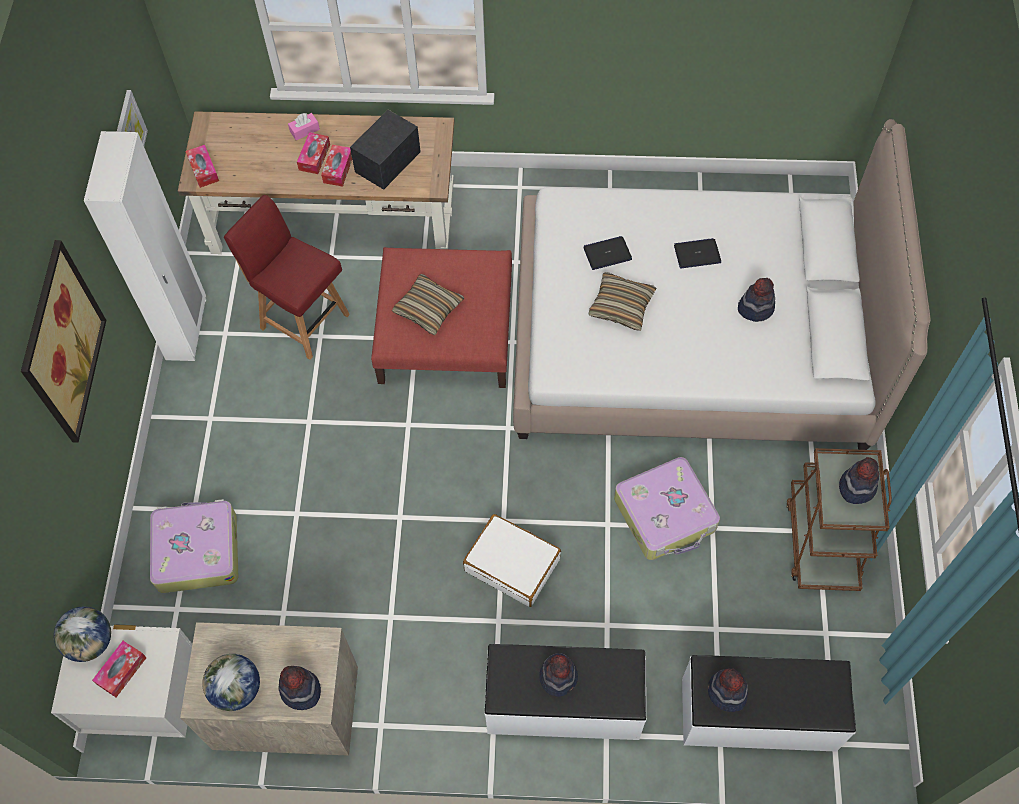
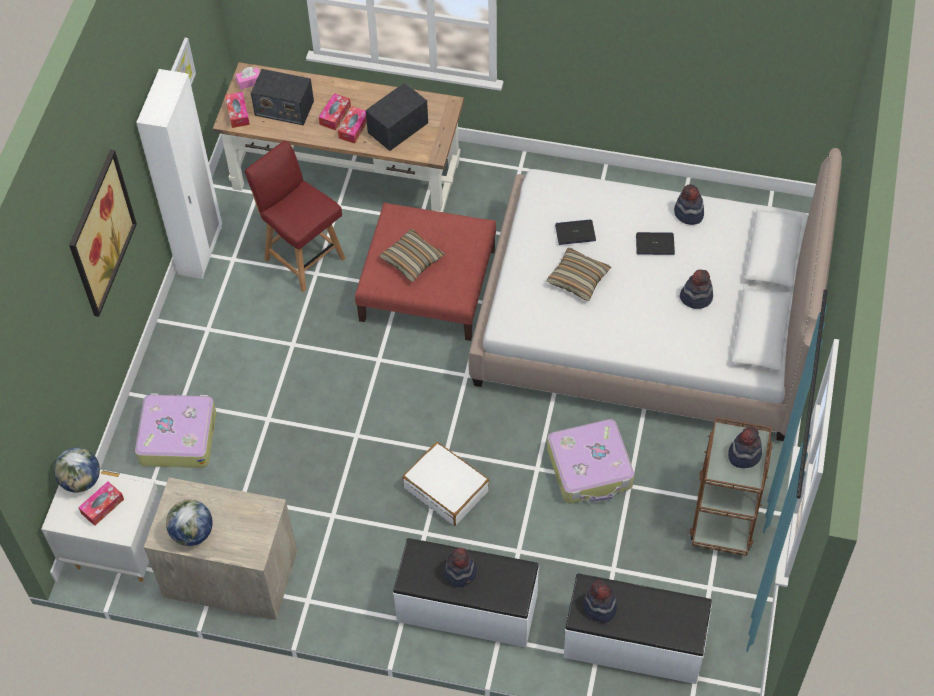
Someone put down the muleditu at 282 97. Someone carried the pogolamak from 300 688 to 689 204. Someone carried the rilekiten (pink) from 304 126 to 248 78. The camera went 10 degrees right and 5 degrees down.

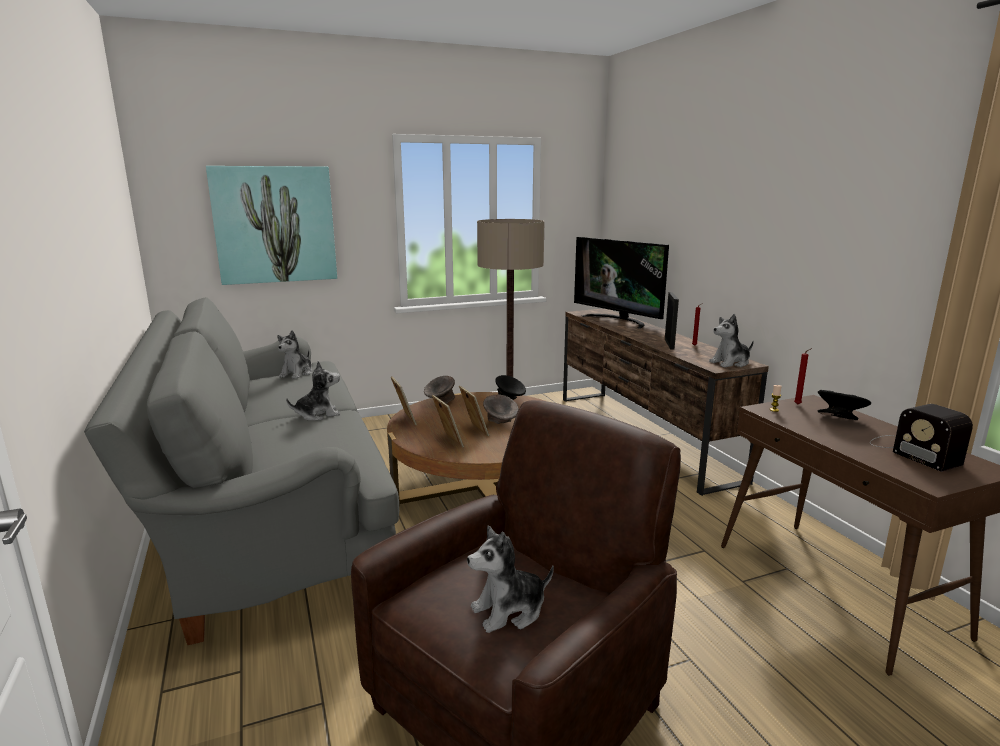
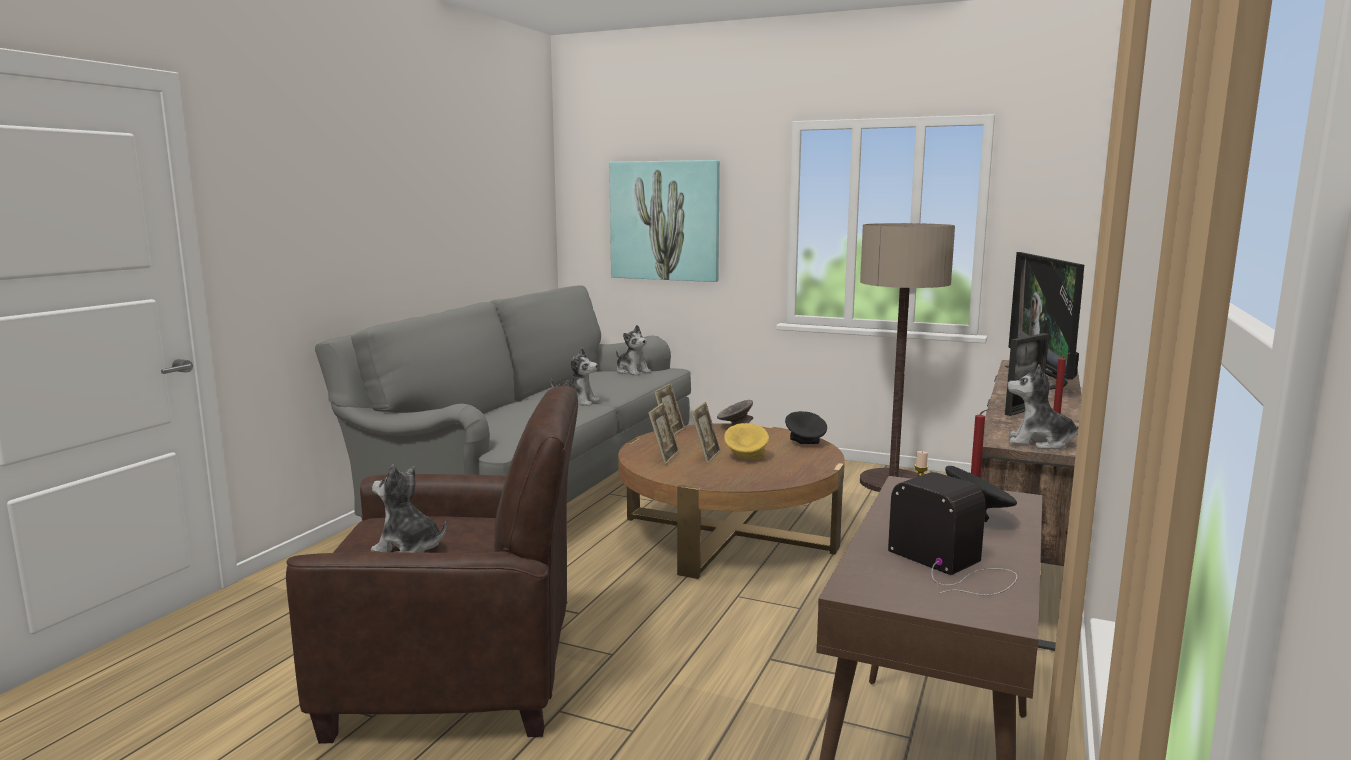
Someone repainted the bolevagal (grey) at 501 409, which became the bolevagal (yellow) at 746 441. Someone rotated the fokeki at 294 354 by 105 degrees counterclockwise. Someone rotated the muleditu at 921 438 by 120 degrees clockwise. The camera went 45 degrees right and 5 degrees down.

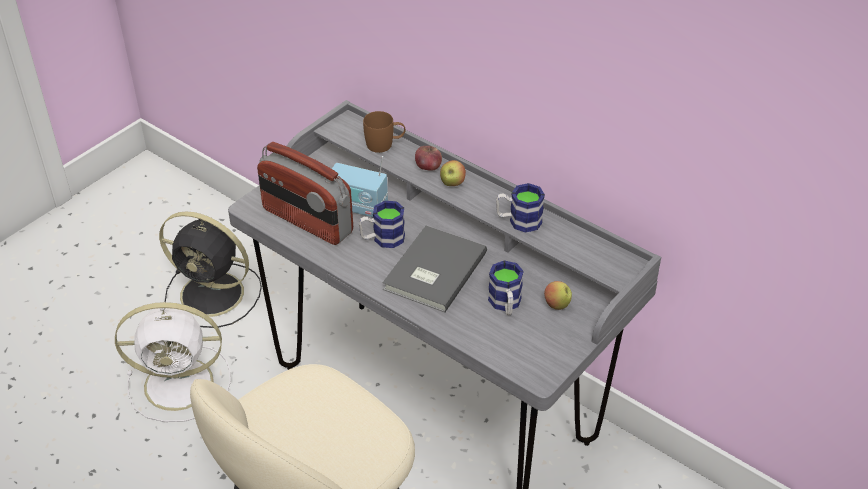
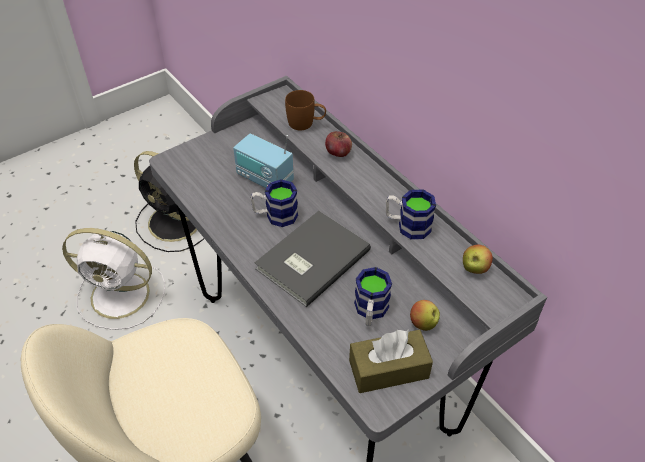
Someone took away the muleditu at 305 193. Someone put down the rilekiten (brown) at 391 361. Someone carried the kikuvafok from 453 173 to 478 259. The camera went 15 degrees right and 5 degrees up.

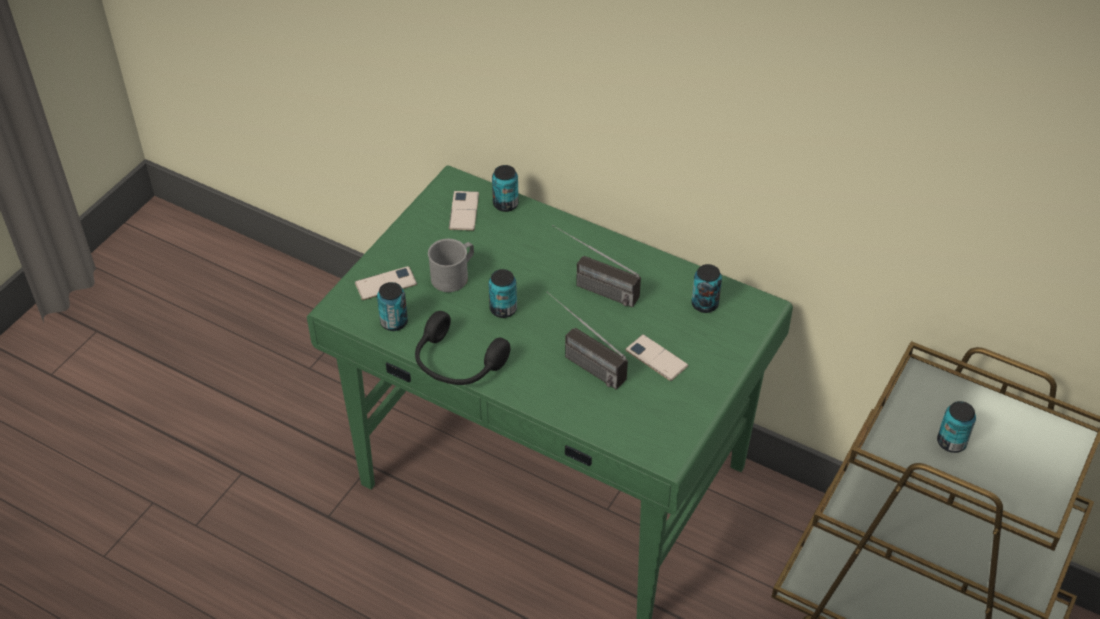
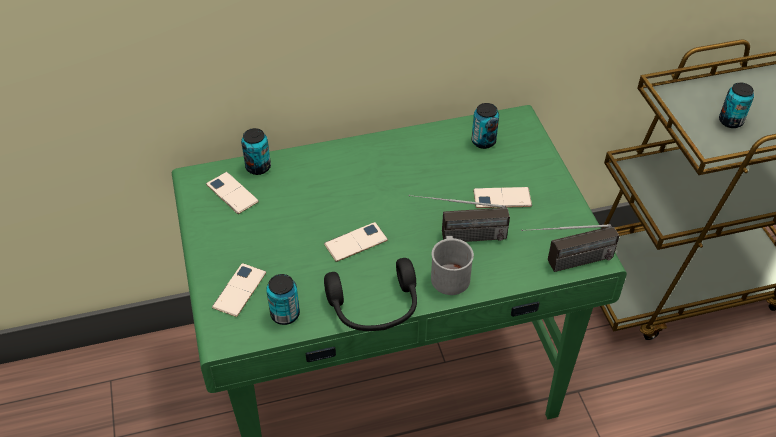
Someone carried the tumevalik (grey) from 451 265 to 452 265. Someone carried the muleditu from 597 266 to 570 248. Someone swapped the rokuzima at 503 293 for the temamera at 356 242. The camera went 45 degrees left and 0 degrees up.

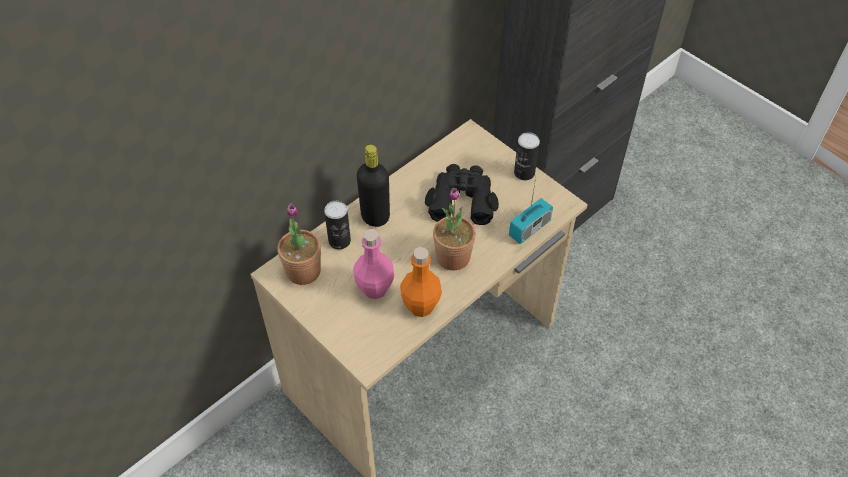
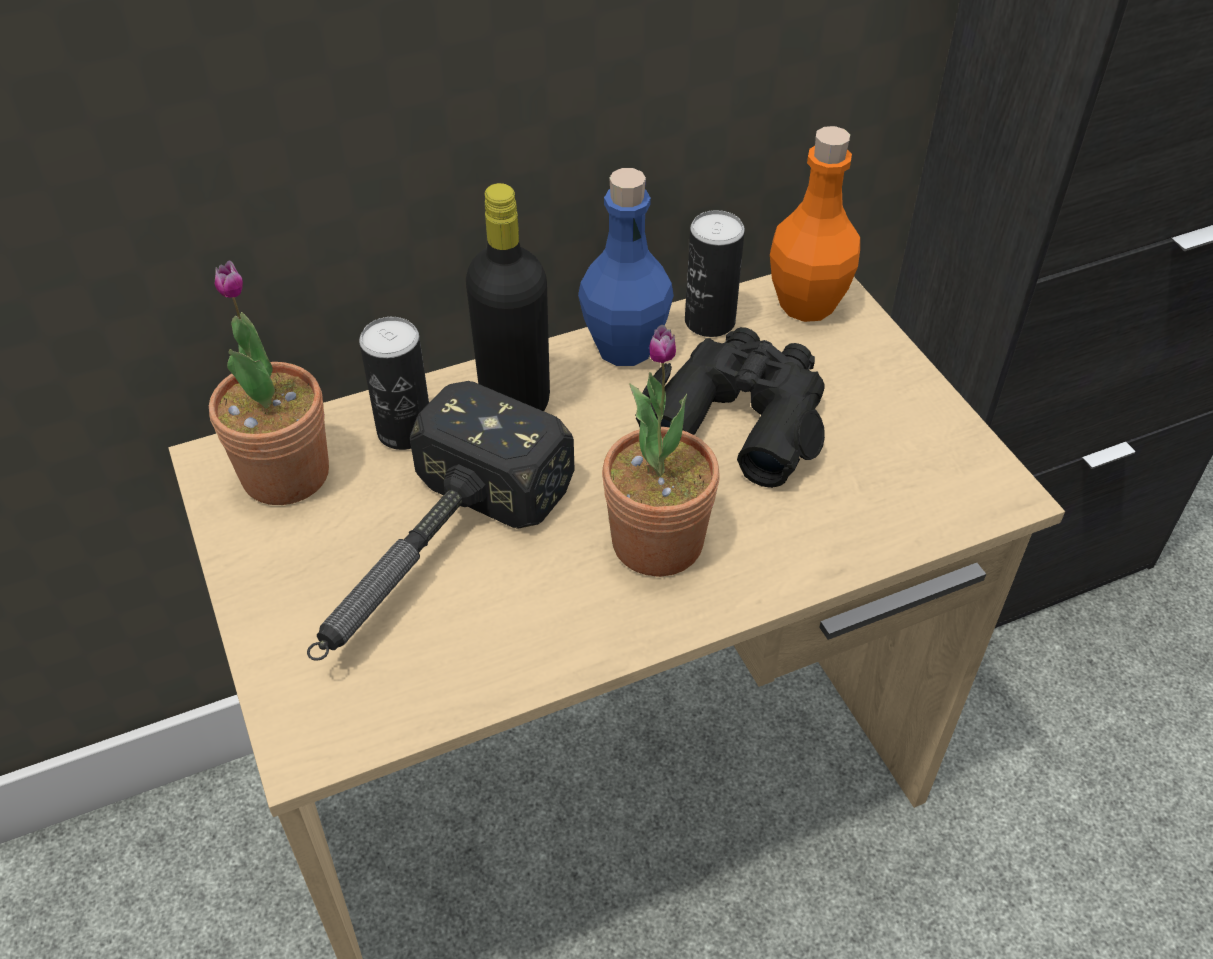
Someone took away the muleditu at 531 211. Someone put down the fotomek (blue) at 626 267. Someone carried the fotomek (orange) from 421 282 to 815 224. Someone carried the rokuzima from 527 156 to 715 273. Someone swapped the fotomek (pink) at 373 264 for the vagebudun at 441 521. The camera went 20 degrees right and 5 degrees down.

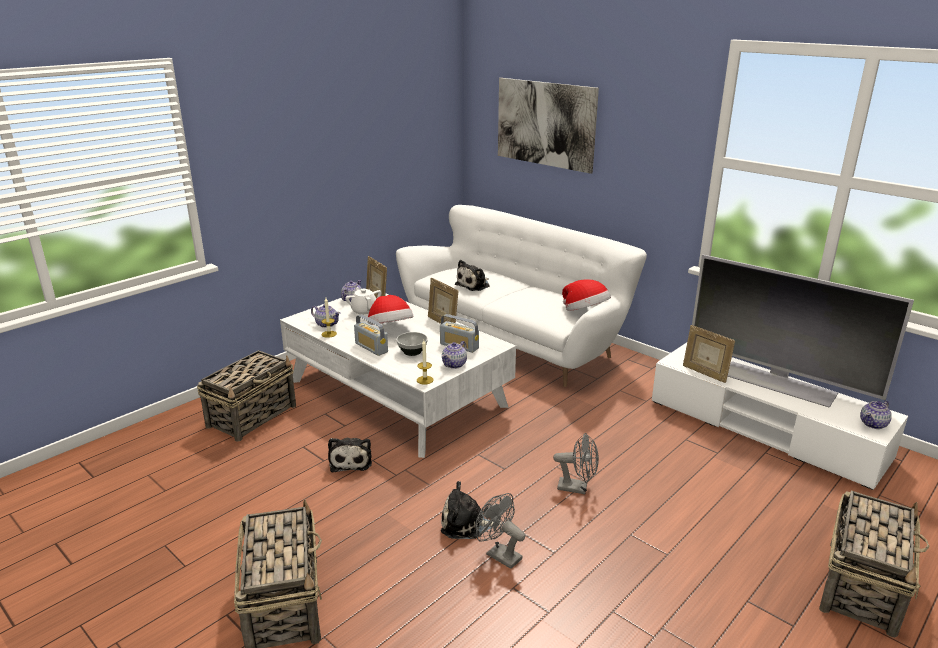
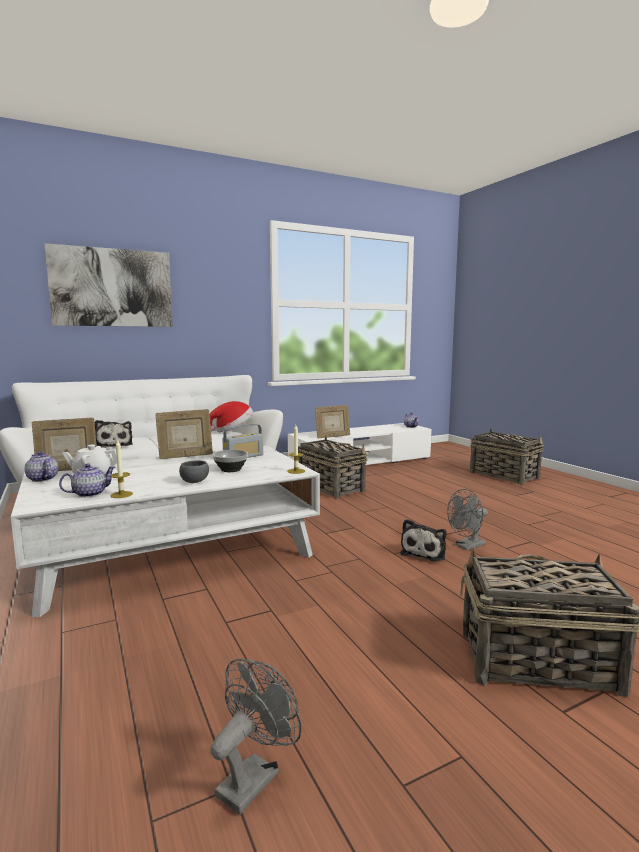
Someone took away the fokeki at 350 455. Someone took away the pogolamak at 390 310. Someone took away the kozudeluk at 454 355. Someone took away the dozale at 803 331. Someone carried the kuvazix from 246 396 to 333 467. Someone carried the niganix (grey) from 576 463 to 255 737. Someone swapped the muleditu at 371 335 for the bolevagal (grey) at 194 471. The camera went 70 degrees left and 15 degrees down.

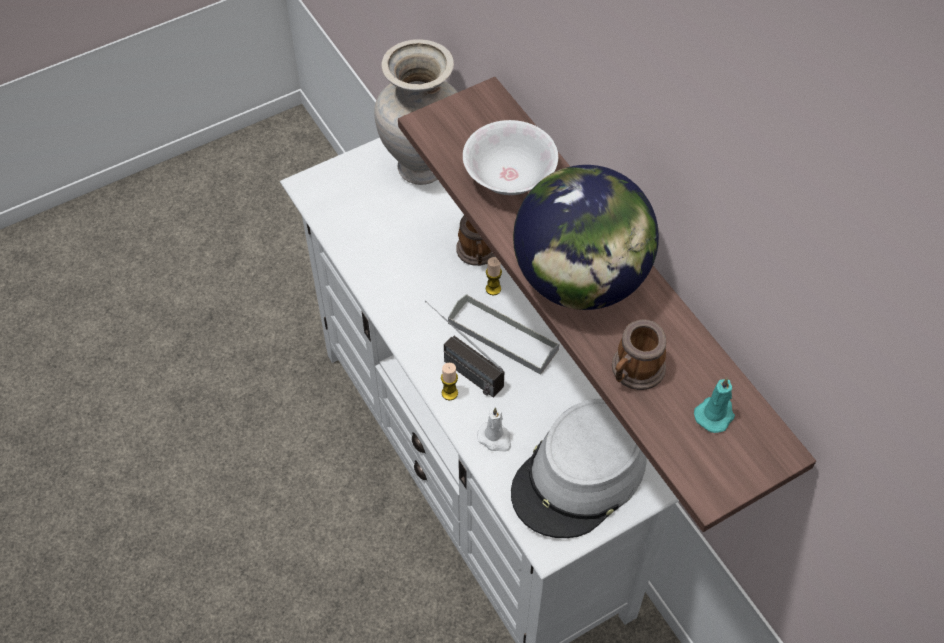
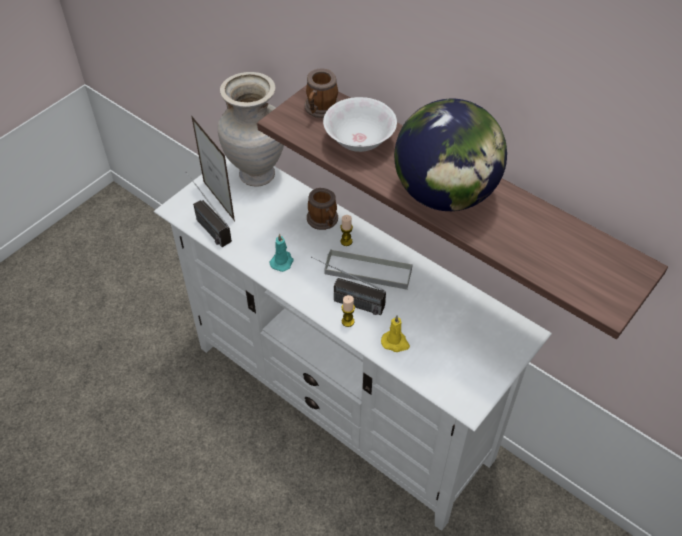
Someone took away the pogolamak (grey) at 579 468. Someone put down the muleditu at 209 210. Someone put down the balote at 213 168. Someone carried the tumevalik from 639 355 to 321 93. Someone carried the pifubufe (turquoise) from 714 405 to 282 253. Someone repainted the pifubufe (white) at 494 429, which became the pifubufe (yellow) at 395 333. The camera went 20 degrees left and 5 degrees down.

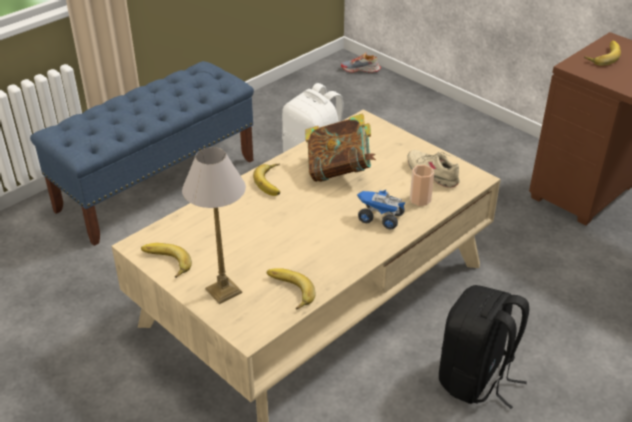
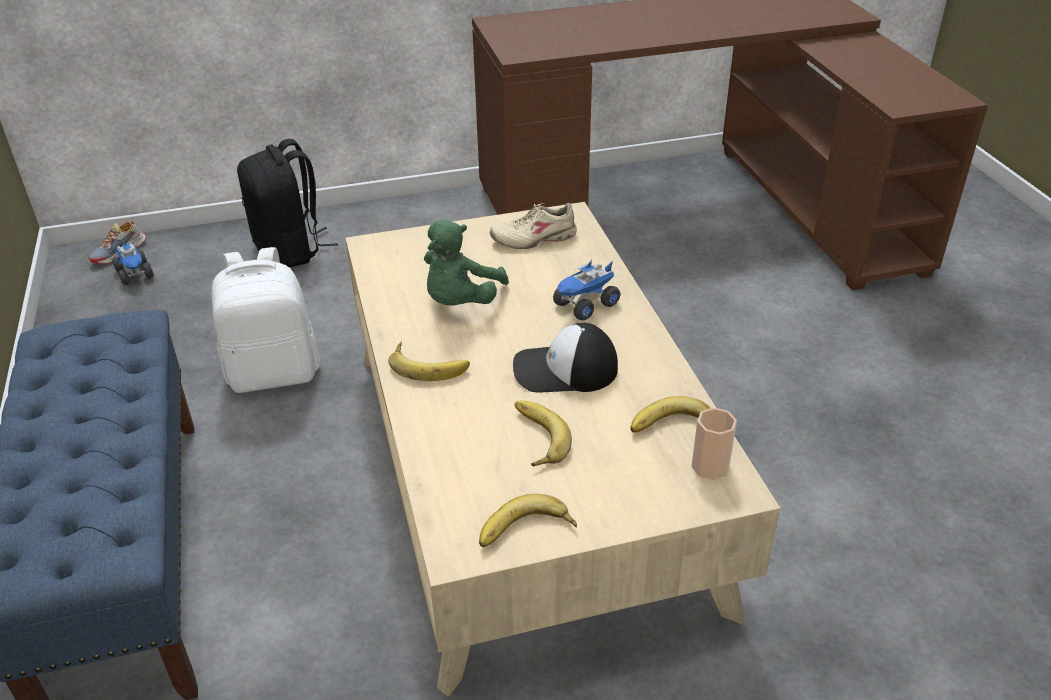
Someone took away the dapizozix at 214 225. Someone put down the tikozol at 133 262. Someone put down the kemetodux at 565 358. Someone carried the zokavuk from 422 185 to 714 444. Someone carried the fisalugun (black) from 484 347 to 287 203. Someone carried the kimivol from 602 53 to 543 433. Someone swapped the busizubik at 340 148 for the fokeki (green) at 466 262. The camera went 60 degrees left and 0 degrees up.

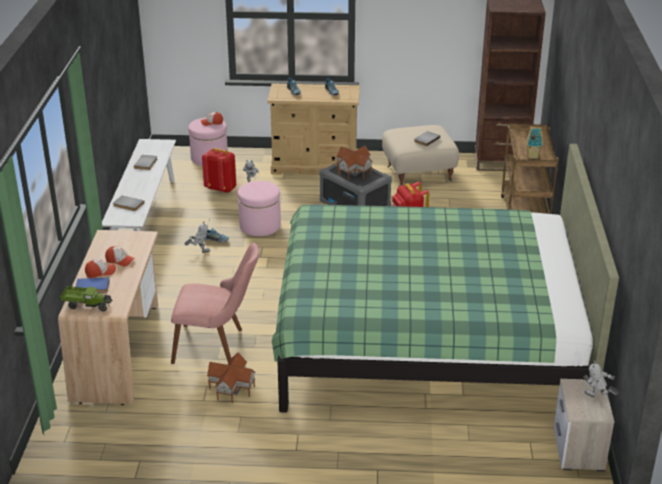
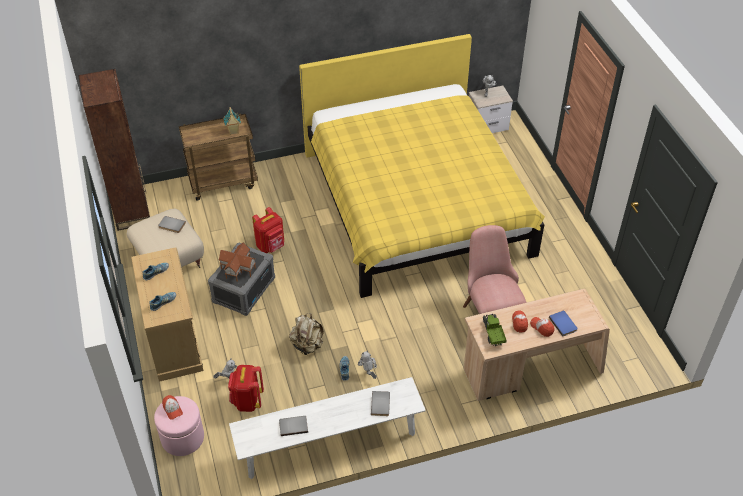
Someone took away the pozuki at 231 377. Someone carried the tikozol from 86 298 to 495 330. Someone swapped the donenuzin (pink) at 259 208 for the fisalugun (beige) at 306 334. Someone repainted the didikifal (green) at 445 278, which became the didikifal (yellow) at 422 166. The camera went 110 degrees left and 15 degrees up.

